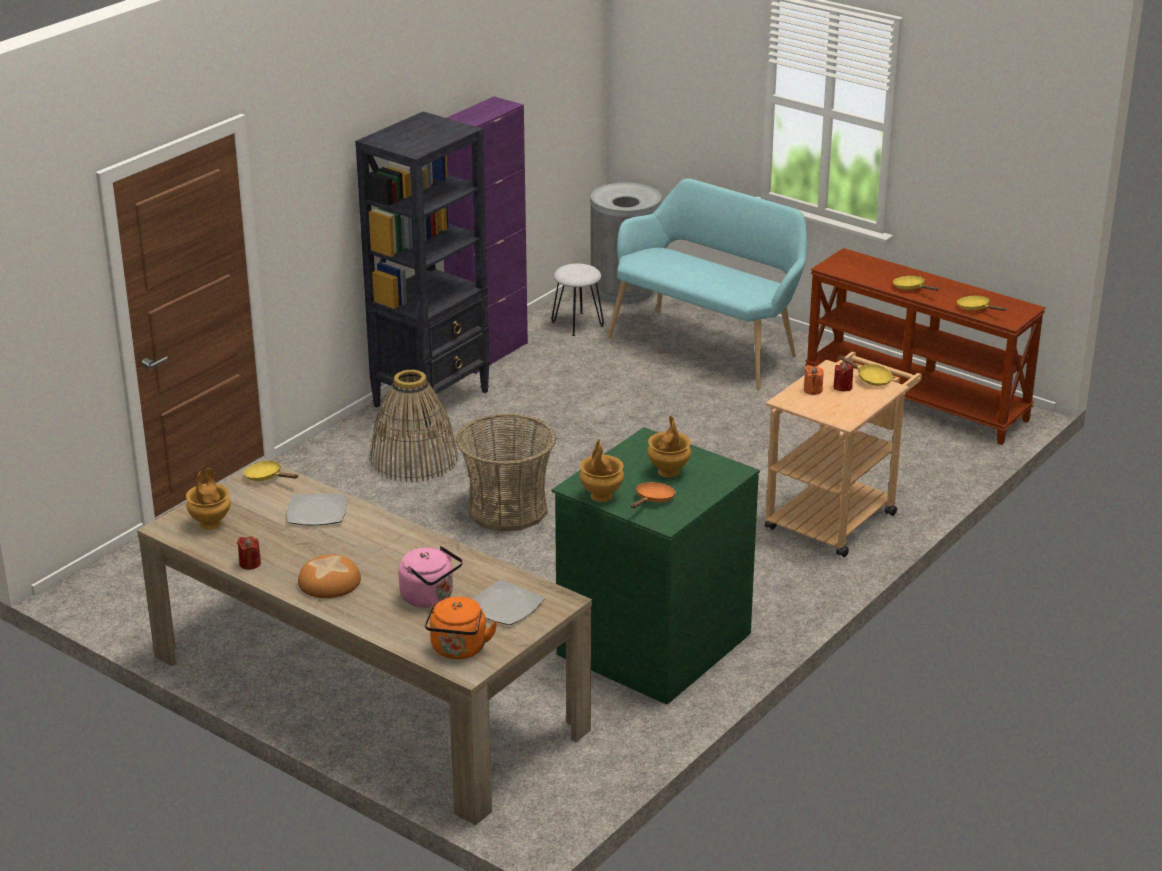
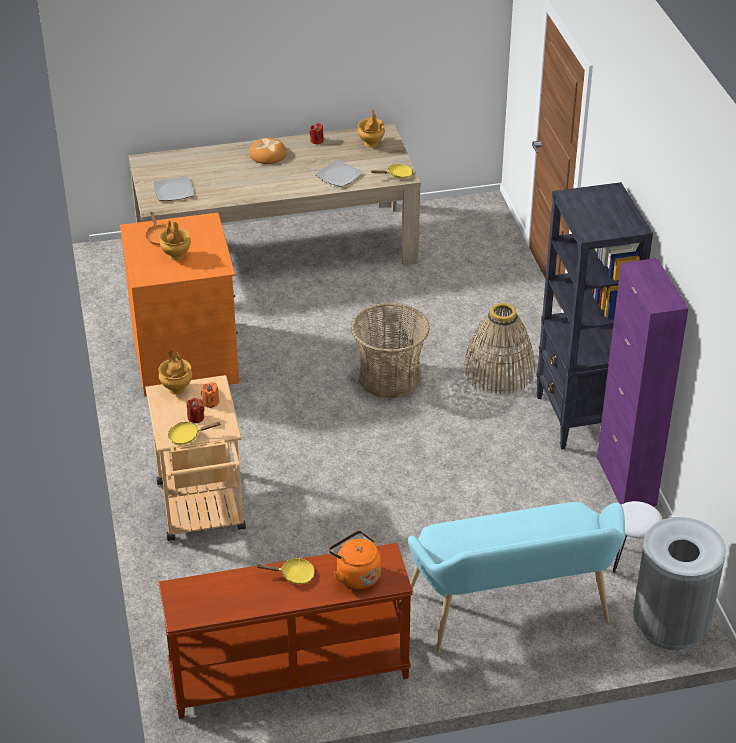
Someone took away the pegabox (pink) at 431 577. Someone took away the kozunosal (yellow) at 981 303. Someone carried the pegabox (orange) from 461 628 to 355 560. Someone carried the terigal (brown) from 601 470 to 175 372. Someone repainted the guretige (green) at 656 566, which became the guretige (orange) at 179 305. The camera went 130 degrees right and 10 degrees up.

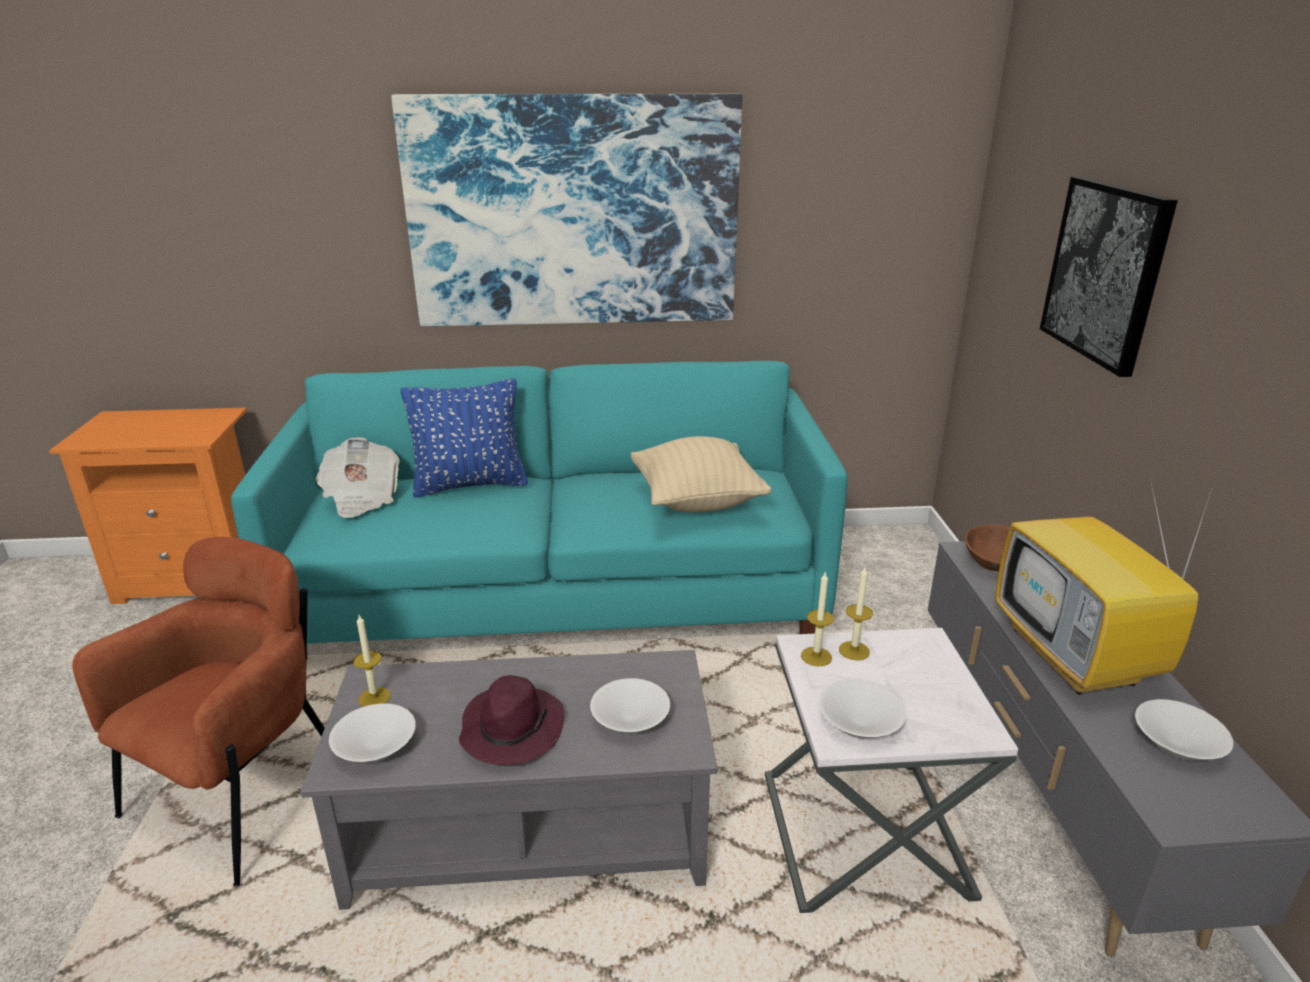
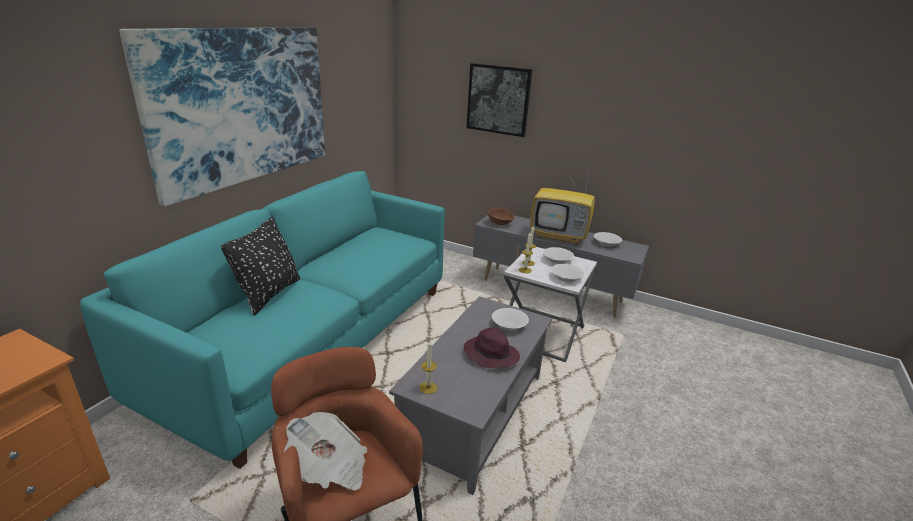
Someone took away the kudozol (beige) at 700 474. Someone carried the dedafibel from 358 477 to 325 451. Someone carried the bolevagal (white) from 372 733 to 558 255. Someone repainted the kudozol (blue) at 464 437, which became the kudozol (black) at 260 266. The camera went 60 degrees left and 0 degrees up.

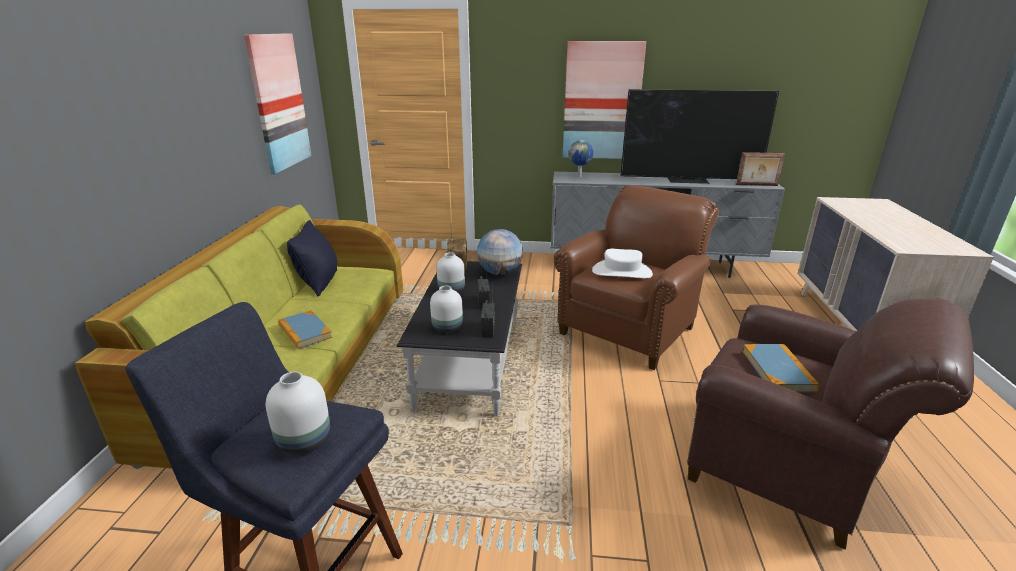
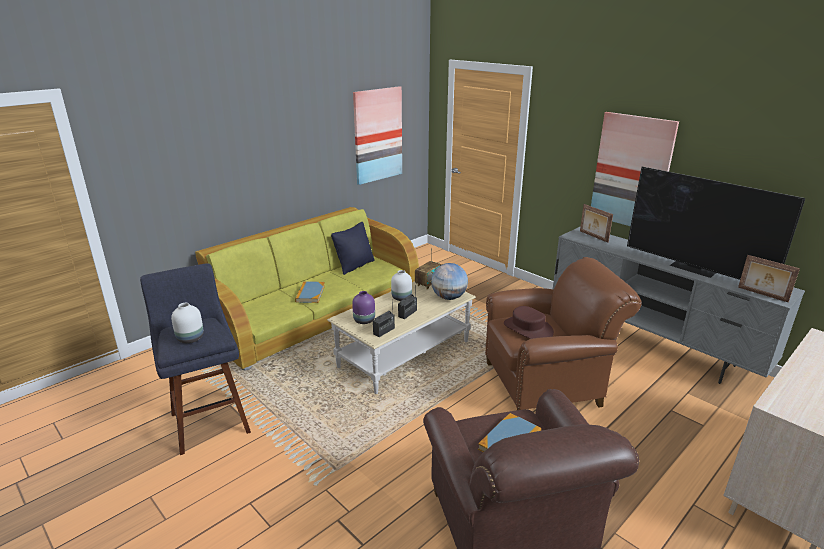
Someone swapped the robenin at 580 158 for the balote at 596 223. Someone repainted the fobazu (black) at 459 338, which became the fobazu (beige) at 401 337. Someone repainted the terigal (white) at 446 309, which became the terigal (purple) at 363 307. Someone repainted the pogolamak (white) at 622 264, which became the pogolamak (brown) at 529 322. The camera went 40 degrees right and 0 degrees up.

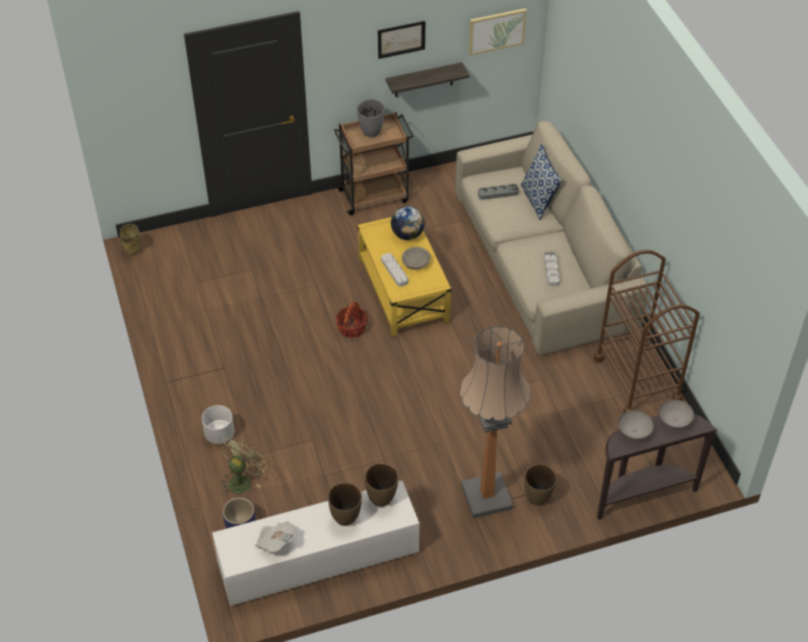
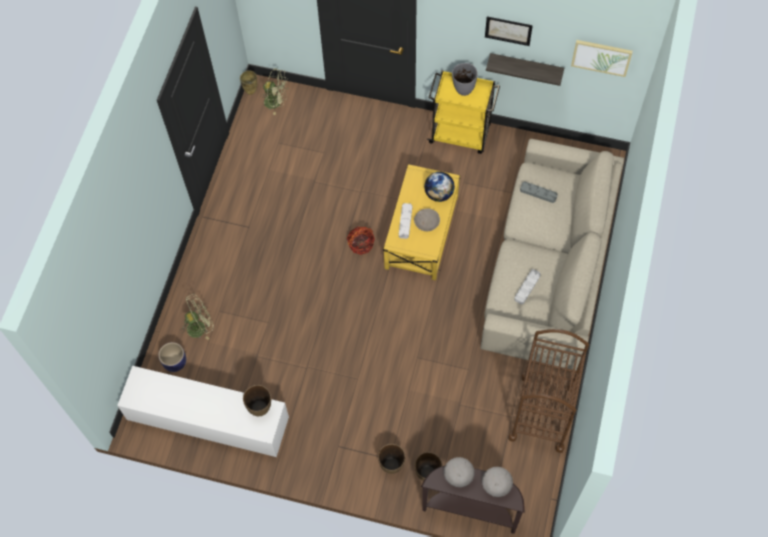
Someone took away the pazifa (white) at 218 424. Someone took away the dedafibel at 275 537. Someone took away the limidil at 495 422. Someone took away the kudozol at 541 182. Someone put down the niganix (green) at 274 91. Someone carried the terigal (brown) from 345 504 to 428 466. Someone repainted the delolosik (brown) at 373 164, which became the delolosik (yellow) at 463 112. The camera went 35 degrees right and 15 degrees up.

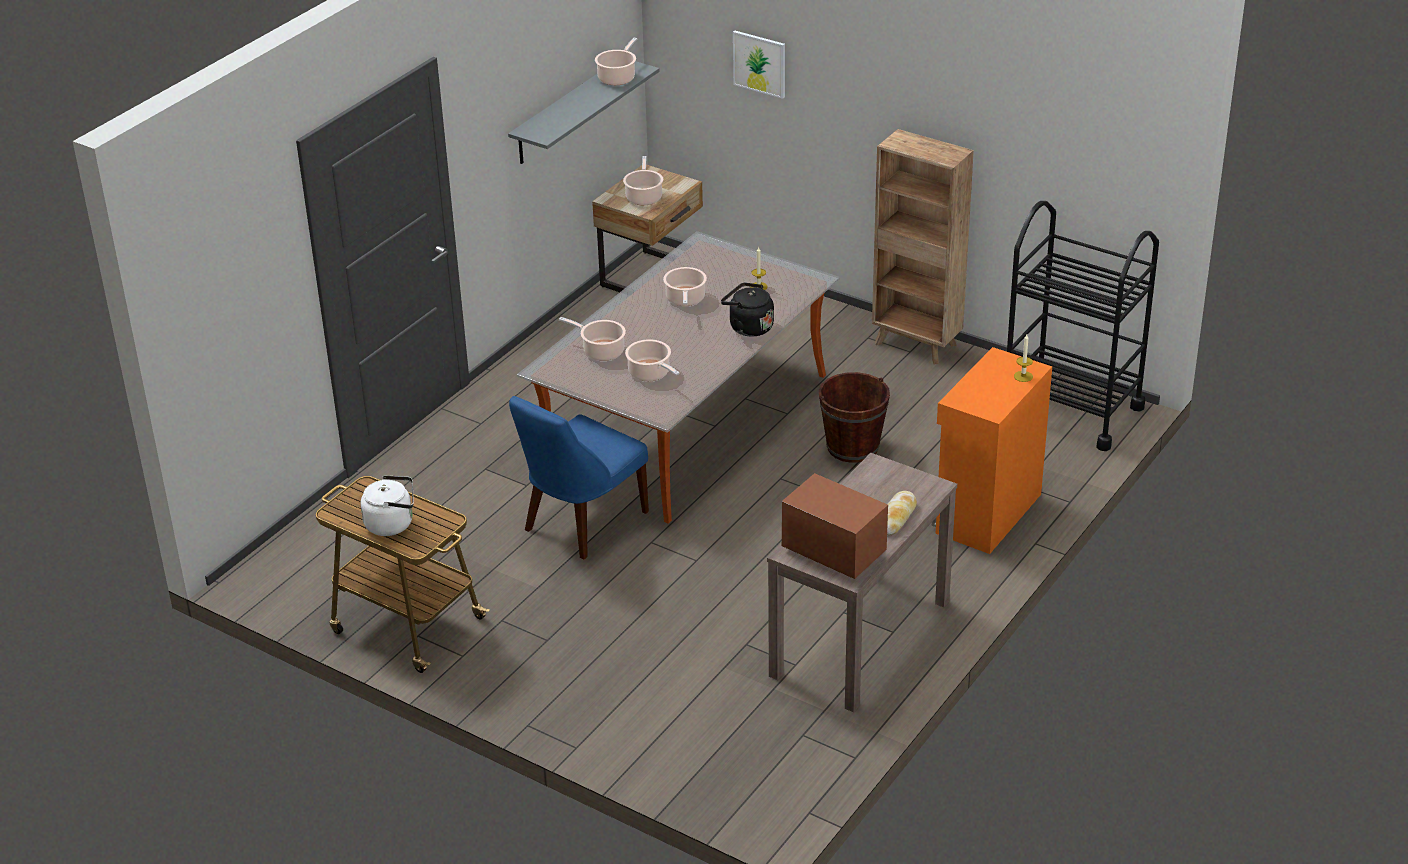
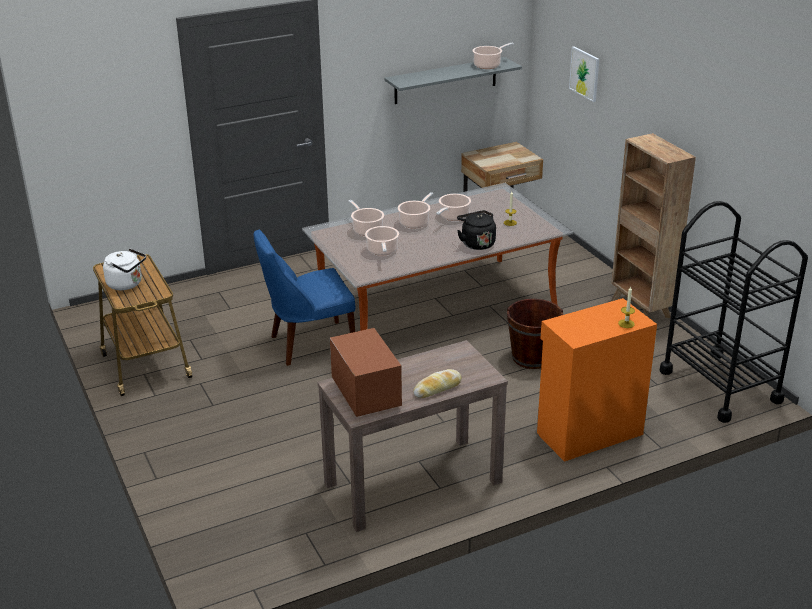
Someone carried the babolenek from 643 180 to 416 210. The camera went 30 degrees right and 5 degrees down.

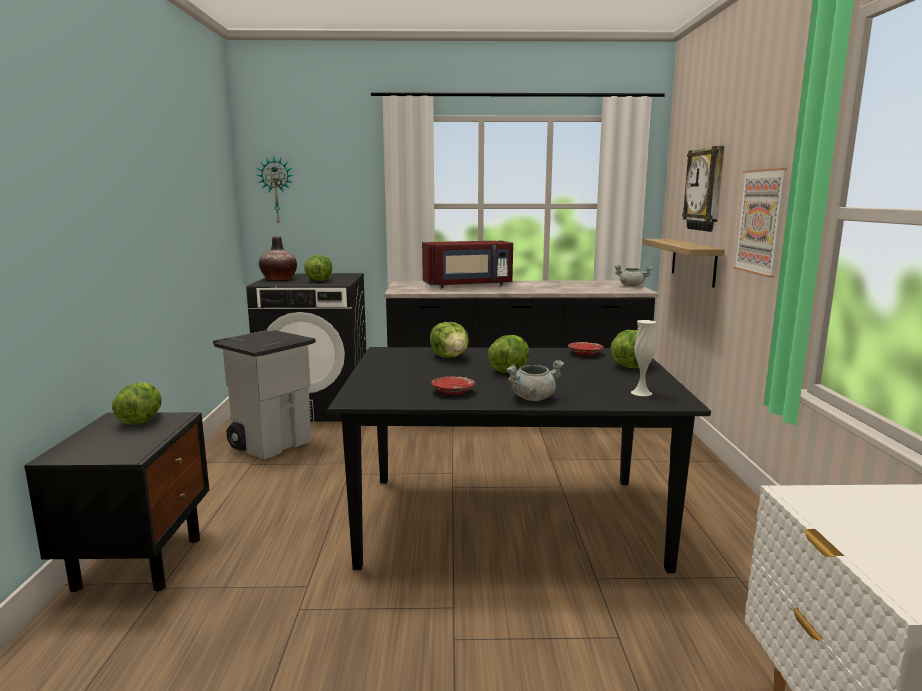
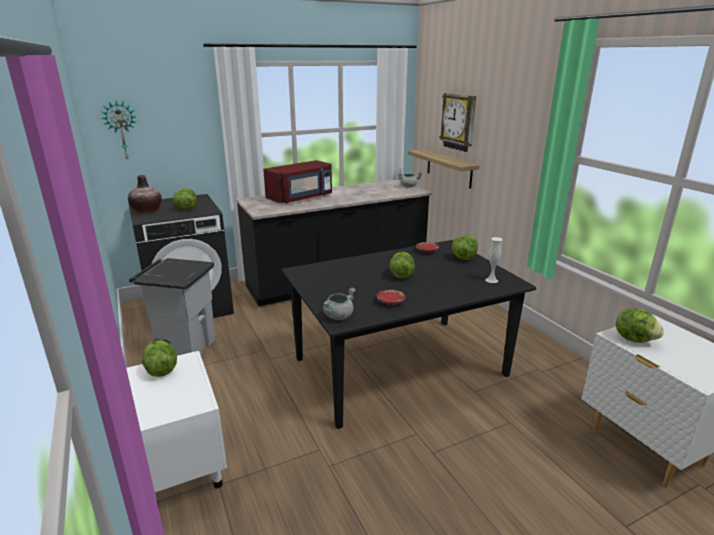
Someone took away the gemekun at 760 223. Someone carried the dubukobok from 449 340 to 640 325. Someone carried the babolenek (grey) from 535 380 to 339 304. Someone repainted the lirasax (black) at 116 502, which became the lirasax (white) at 176 427. The camera went 25 degrees left and 10 degrees up.

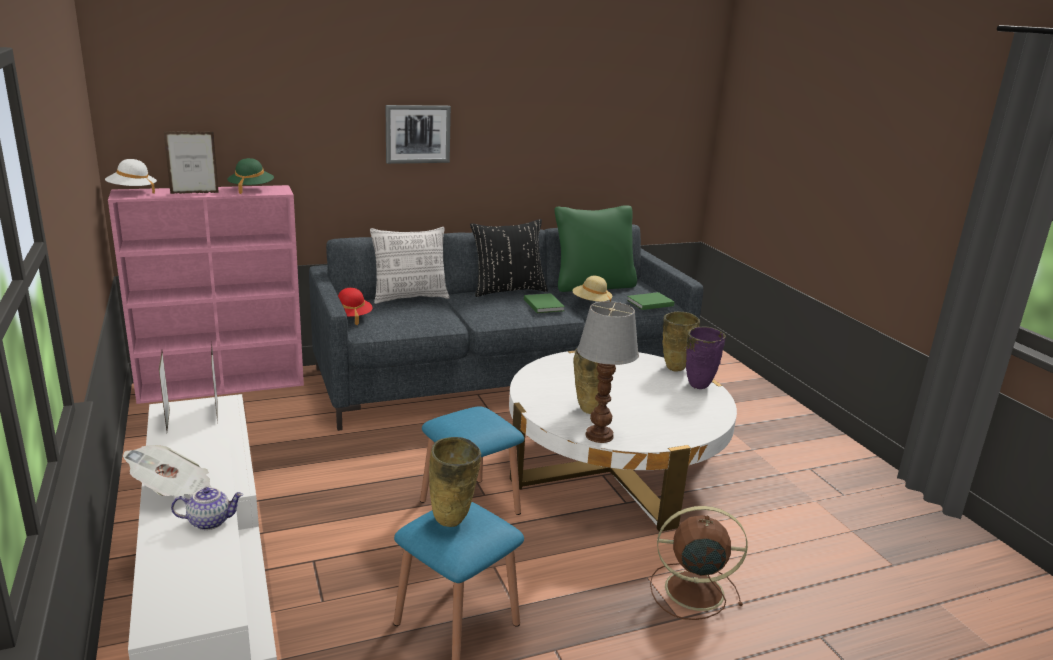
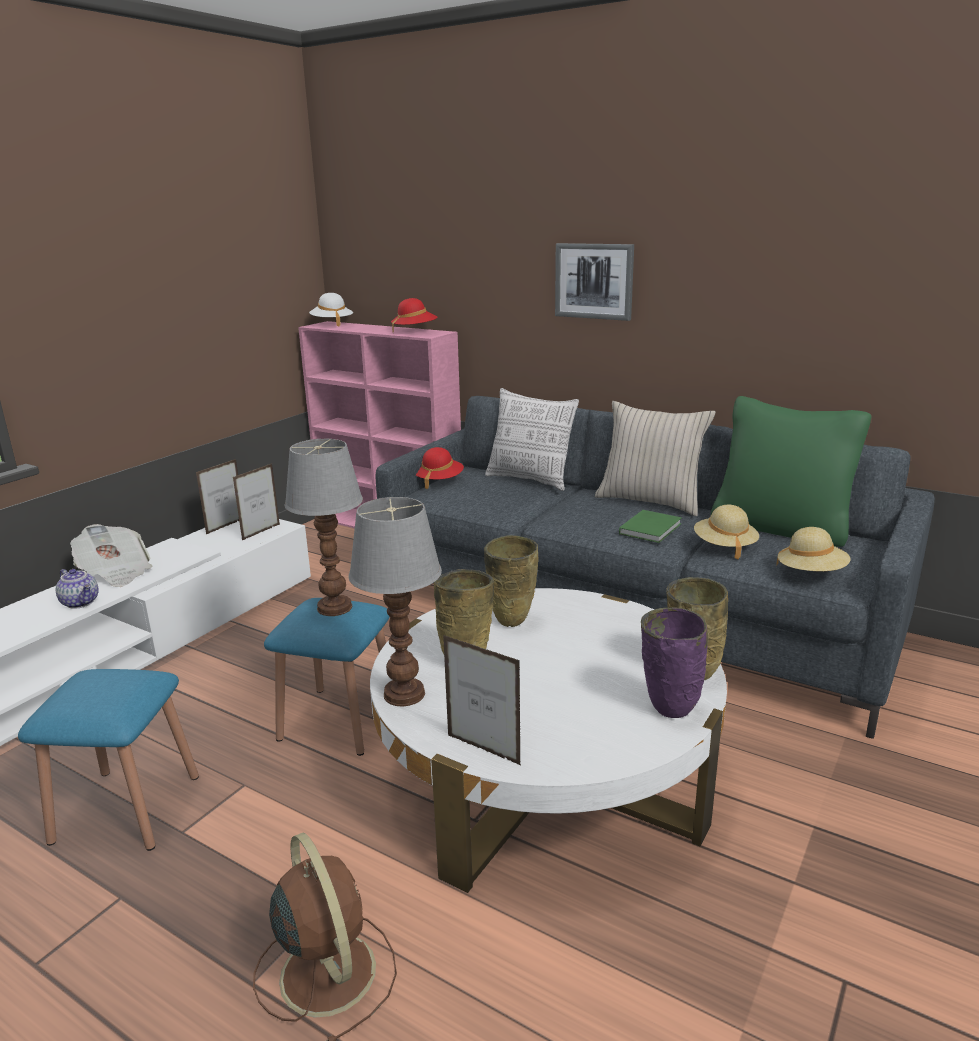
Someone put down the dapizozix at 324 527. Someone carried the balote from 191 163 to 482 700. Someone carried the terigal (beige) from 455 482 to 511 581. Someone swapped the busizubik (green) at 651 301 for the pogolamak (beige) at 813 549. Someone repainted the pogolamak (green) at 250 176, which became the pogolamak (red) at 414 315. Someone repainted the kudozol (black) at 509 258, which became the kudozol (beige) at 655 458. The camera went 55 degrees right and 0 degrees up.

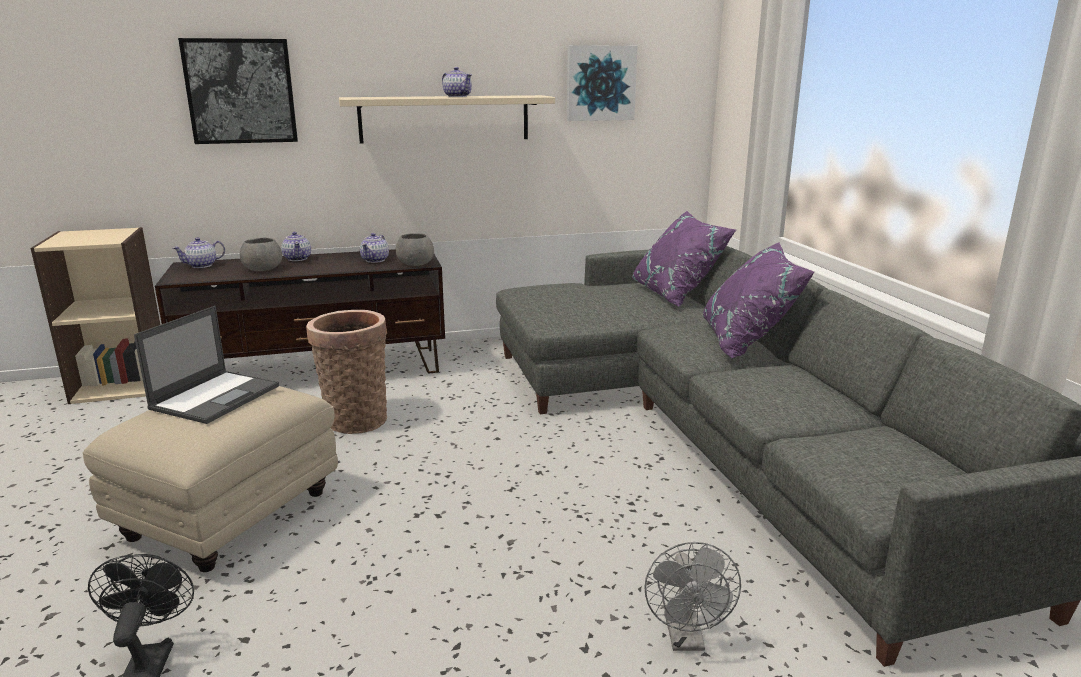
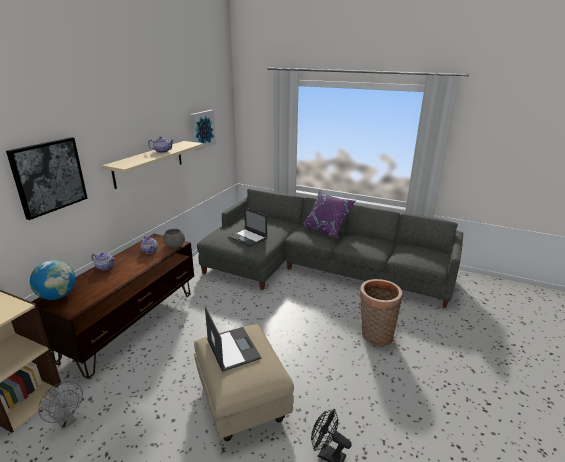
Someone took away the bolevagal (grey) at 261 254. Someone took away the kudozol (purple) at 684 259. Someone put down the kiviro at 247 227. Someone carried the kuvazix from 346 372 to 380 312. Someone carried the niganix (grey) from 692 596 to 60 405. Someone swapped the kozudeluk at 199 252 for the robenin at 53 280. The camera went 50 degrees left and 5 degrees up.

